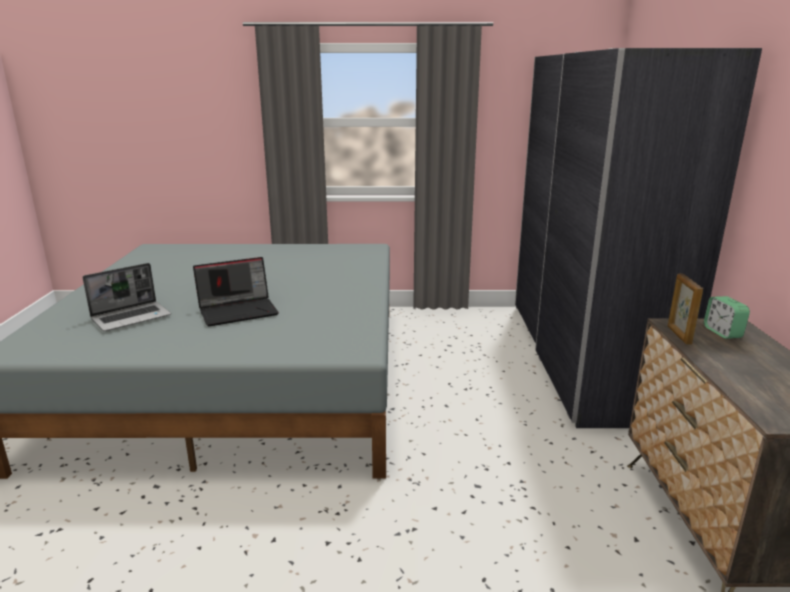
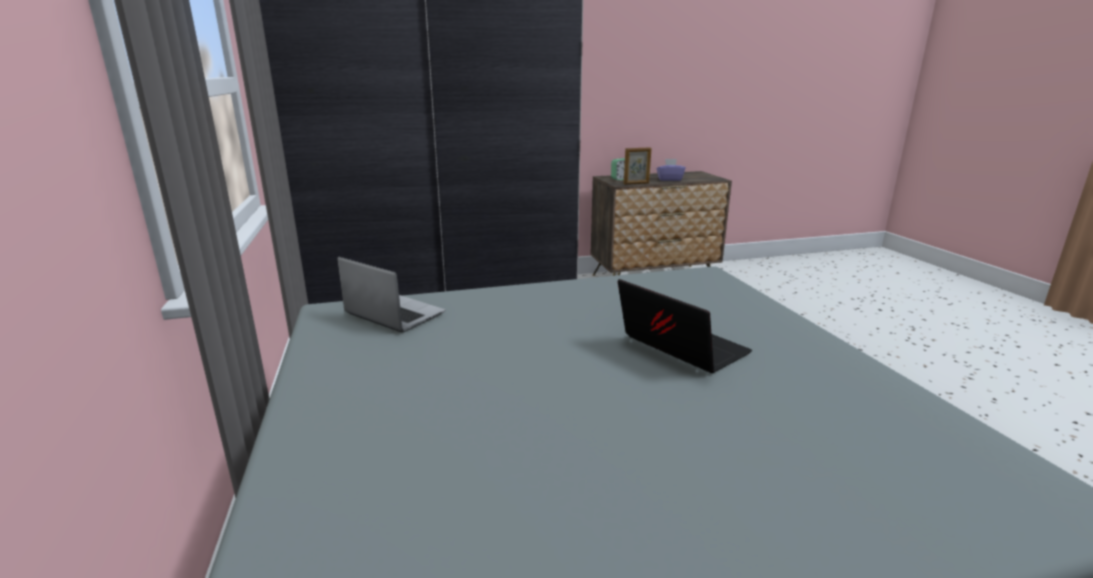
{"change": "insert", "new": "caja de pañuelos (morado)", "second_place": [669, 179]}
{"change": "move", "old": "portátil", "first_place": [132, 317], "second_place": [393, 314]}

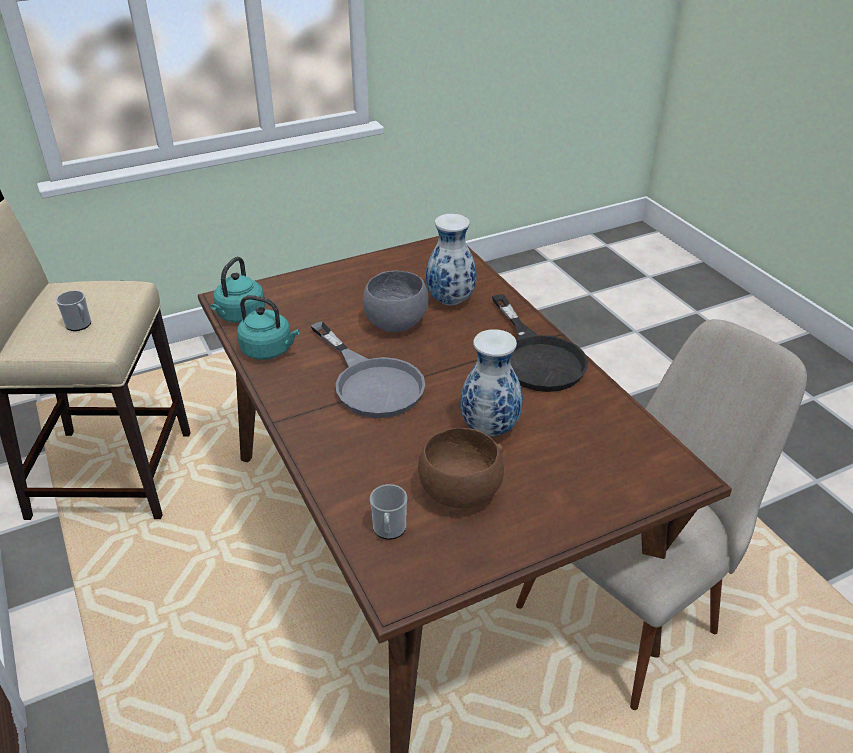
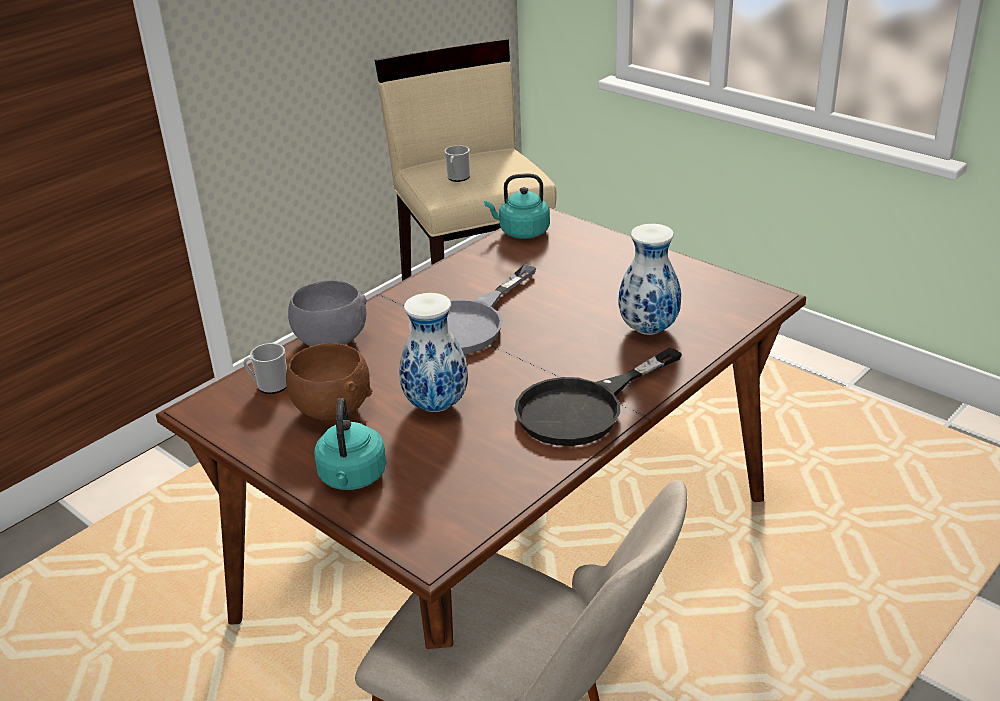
{"change": "move", "old": "hervidor (turquesa)", "first_place": [269, 350], "second_place": [352, 478]}
{"change": "move", "old": "cuenco (gris)", "first_place": [395, 324], "second_place": [329, 341]}

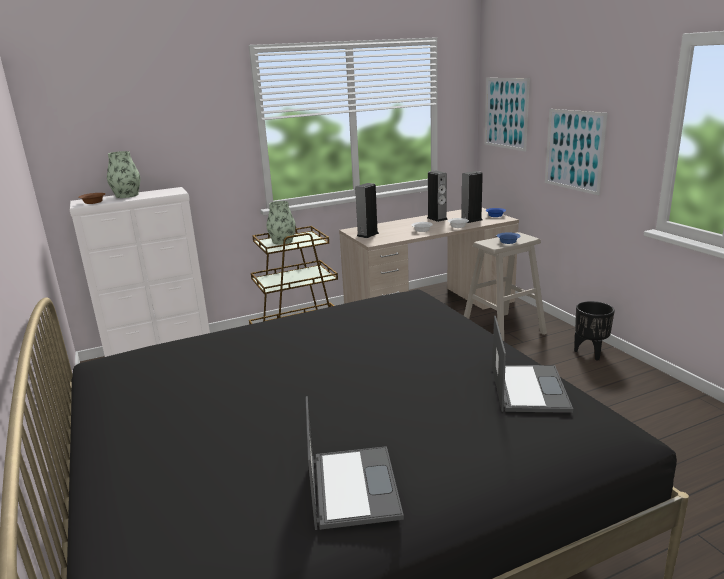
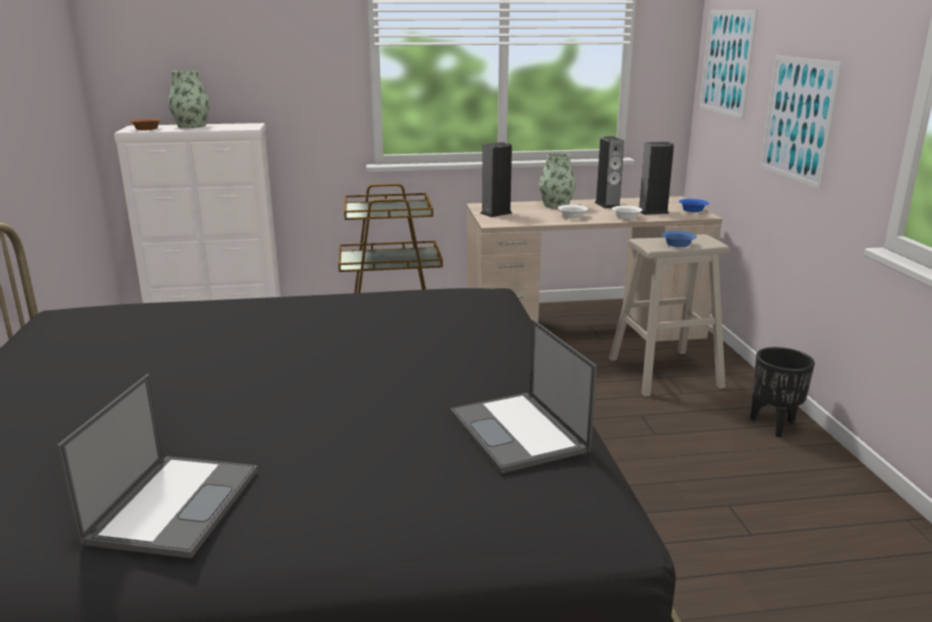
{"change": "move", "old": "florero", "first_place": [282, 241], "second_place": [556, 205]}
{"change": "rotate", "old": "portátil", "first_place": [528, 388], "second_place": [519, 432], "degrees": 135}

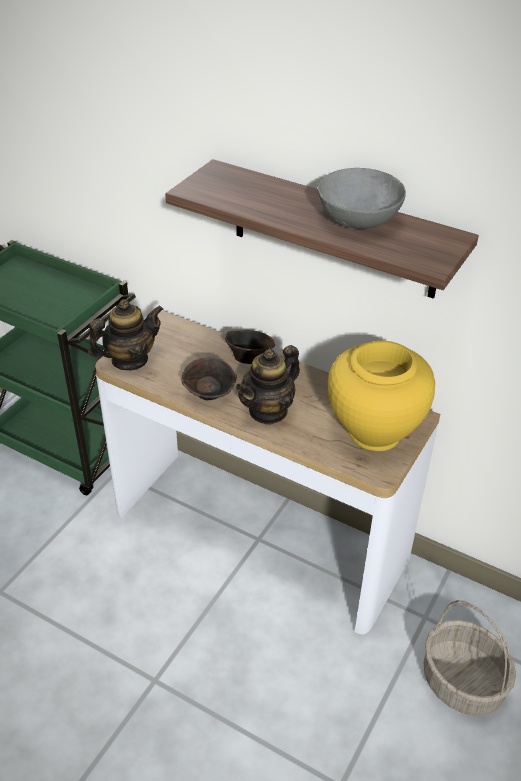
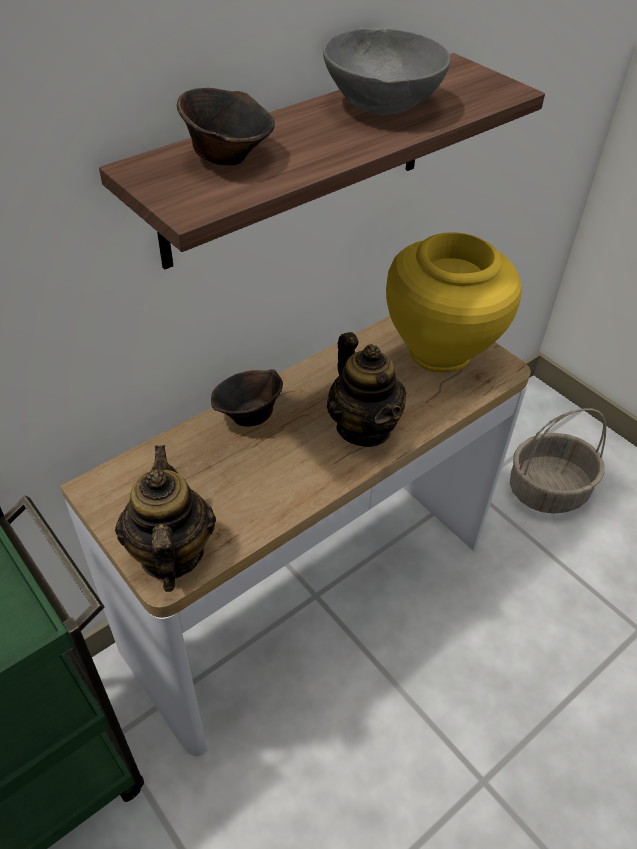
{"change": "move", "old": "cuenco (marrón)", "first_place": [210, 394], "second_place": [228, 157]}

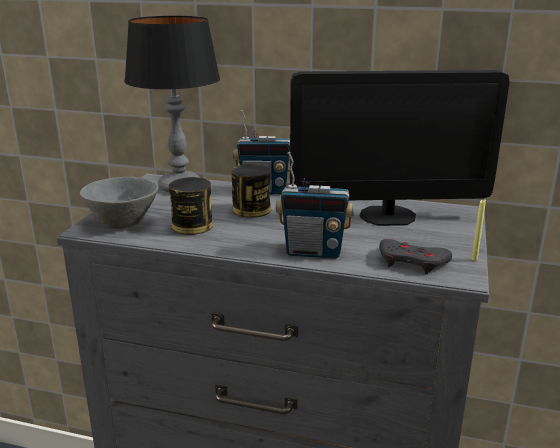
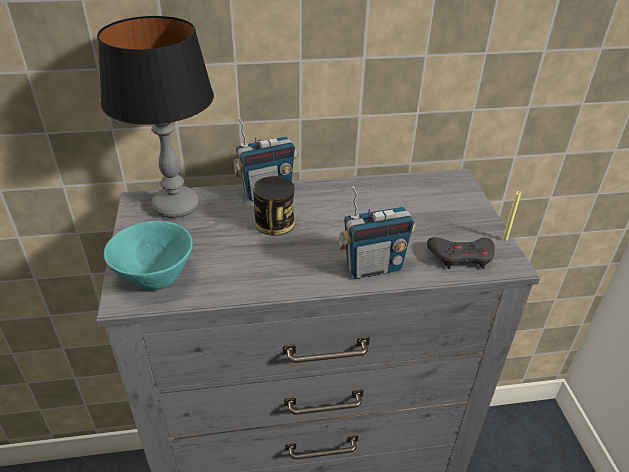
{"change": "delete", "old": "lata", "first_place": [192, 226]}
{"change": "delete", "old": "monitor", "first_place": [387, 216]}
{"change": "recolor", "old": "cuenco (gris)", "new": "cuenco (turquesa)", "first_place": [125, 221], "second_place": [157, 275]}

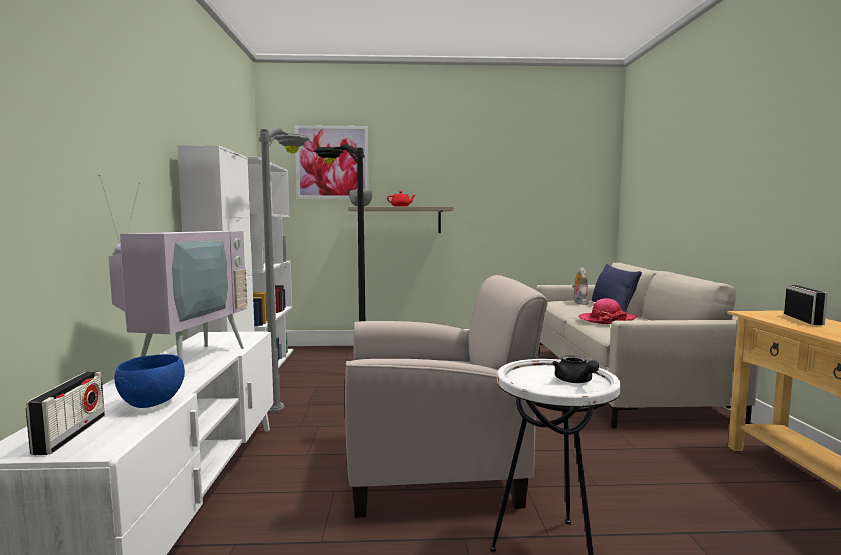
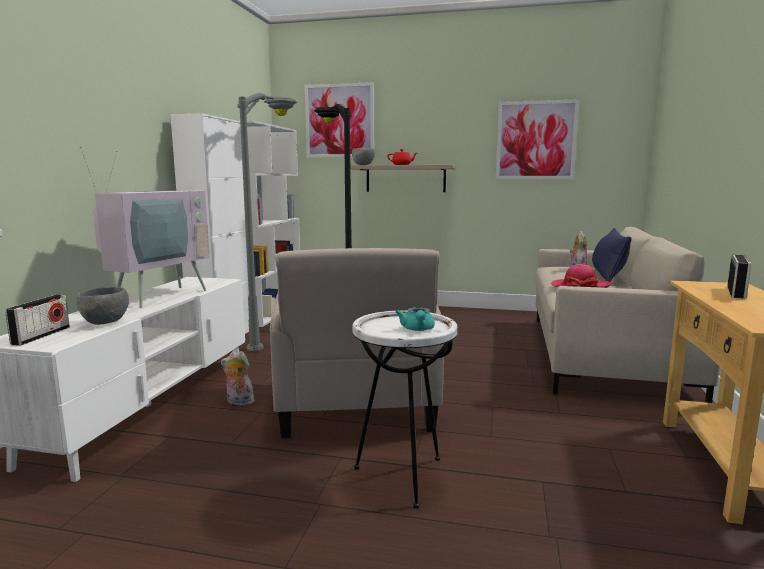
{"change": "insert", "new": "peluche", "second_place": [238, 402]}
{"change": "insert", "new": "cuadro", "second_place": [536, 140]}
{"change": "recolor", "old": "cuenco (azul)", "new": "cuenco (gris)", "first_place": [153, 403], "second_place": [106, 322]}
{"change": "recolor", "old": "tetera (negro)", "new": "tetera (turquesa)", "first_place": [575, 381], "second_place": [417, 329]}
{"change": "rotate", "old": "sillón (beis)", "first_place": [434, 467], "second_place": [356, 405], "degrees": 75}

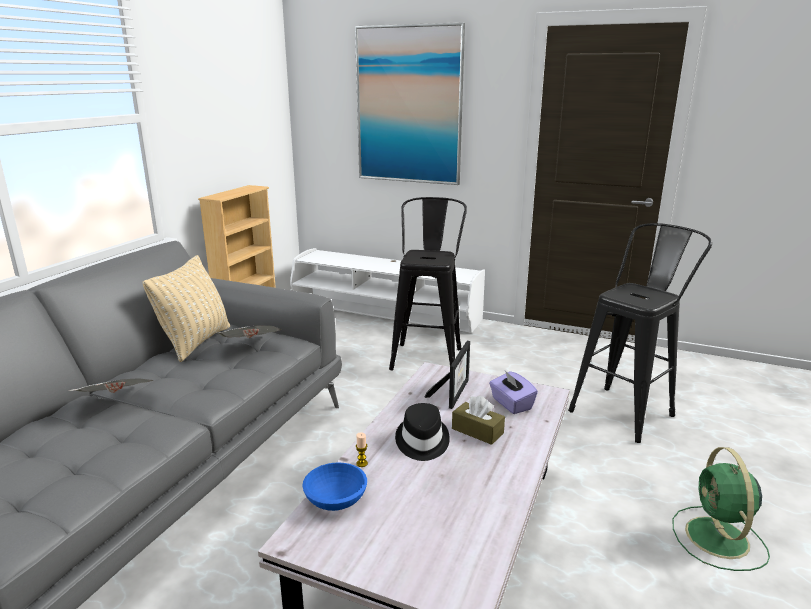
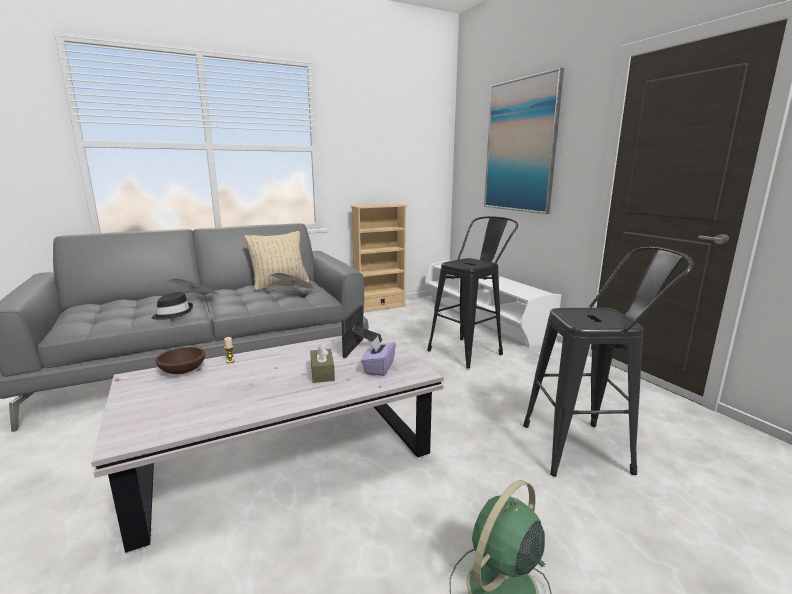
{"change": "move", "old": "sombrero (negro)", "first_place": [421, 441], "second_place": [173, 313]}
{"change": "recolor", "old": "cuenco (azul)", "new": "cuenco (marrón)", "first_place": [337, 500], "second_place": [183, 371]}
{"change": "rotate", "old": "portarretratos", "first_place": [453, 392], "second_place": [358, 349], "degrees": 135}

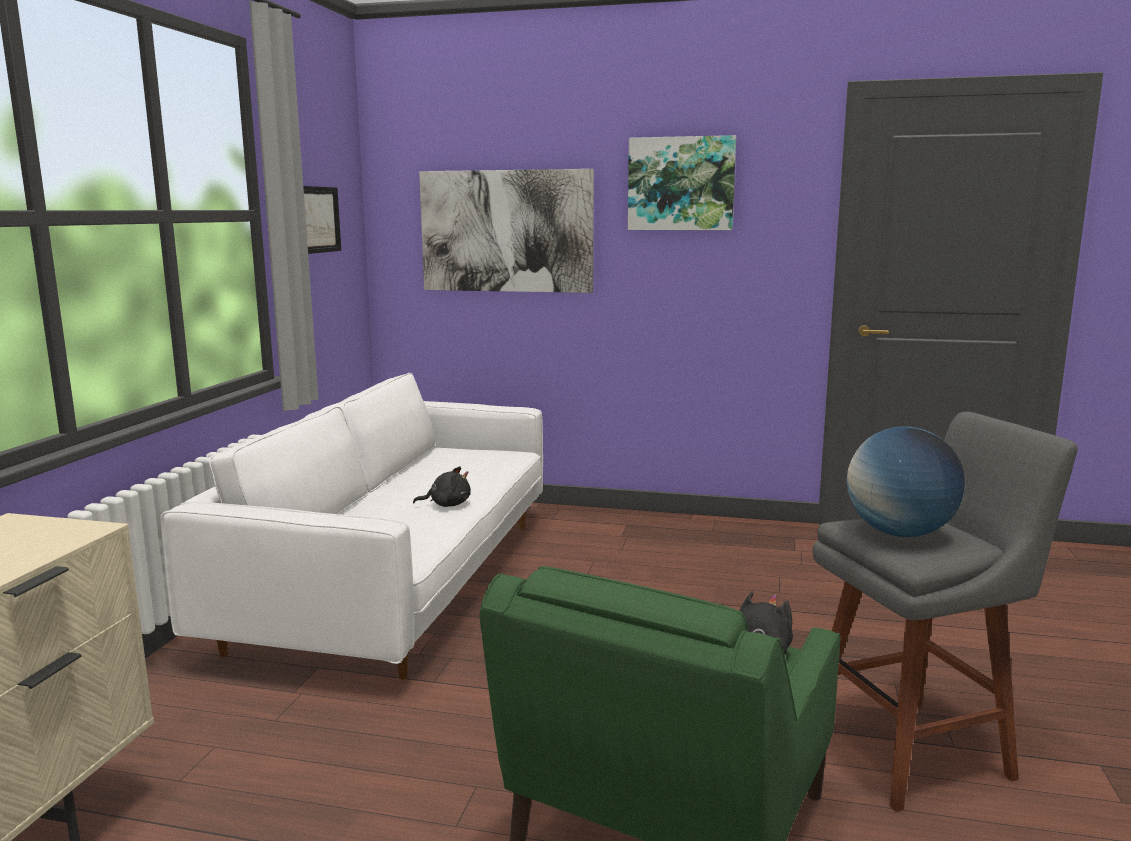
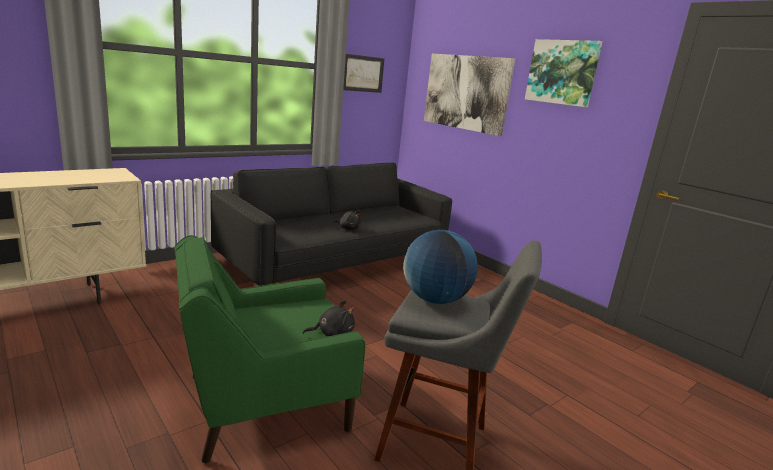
{"change": "recolor", "old": "sofá (blanco)", "new": "sofá (negro)", "first_place": [399, 581], "second_place": [335, 262]}

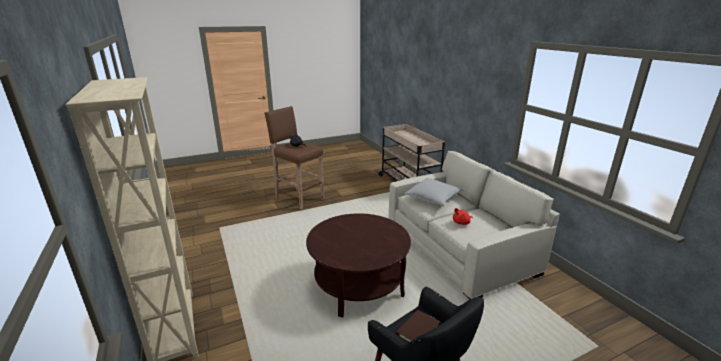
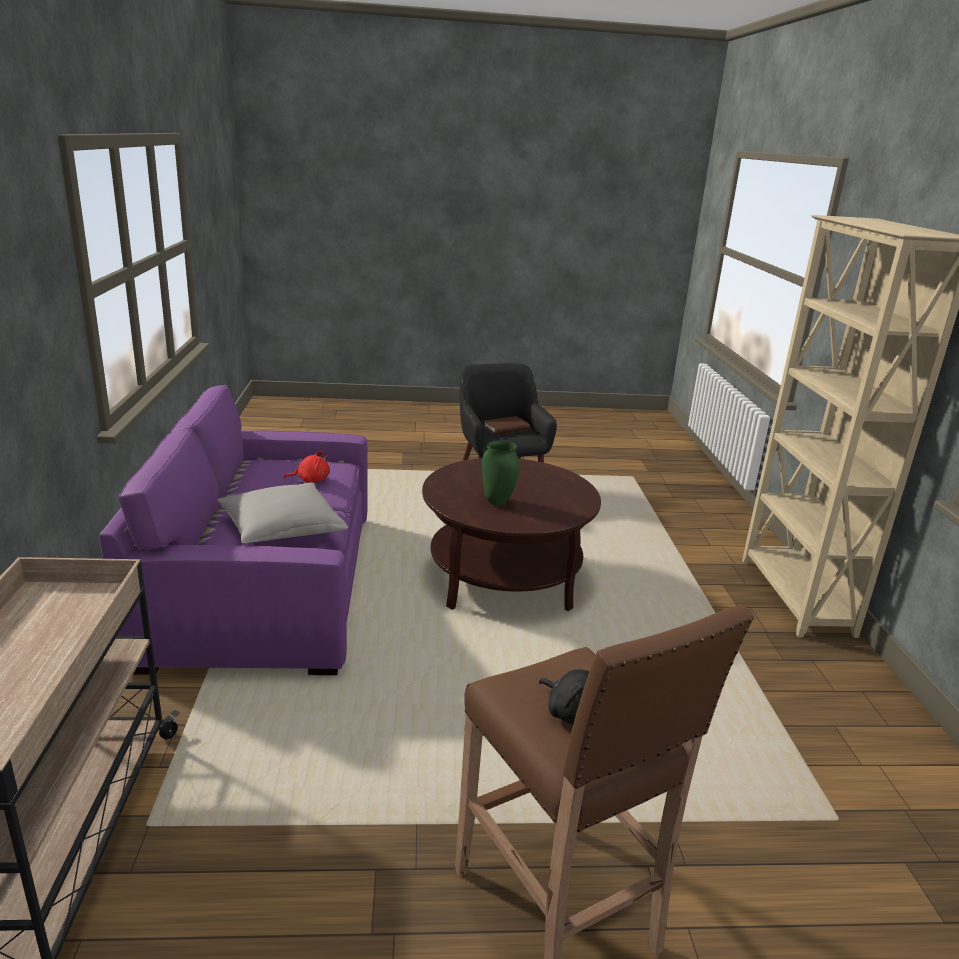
{"change": "insert", "new": "florero (verde)", "second_place": [498, 502]}
{"change": "recolor", "old": "sofá (beis)", "new": "sofá (morado)", "first_place": [460, 247], "second_place": [262, 584]}

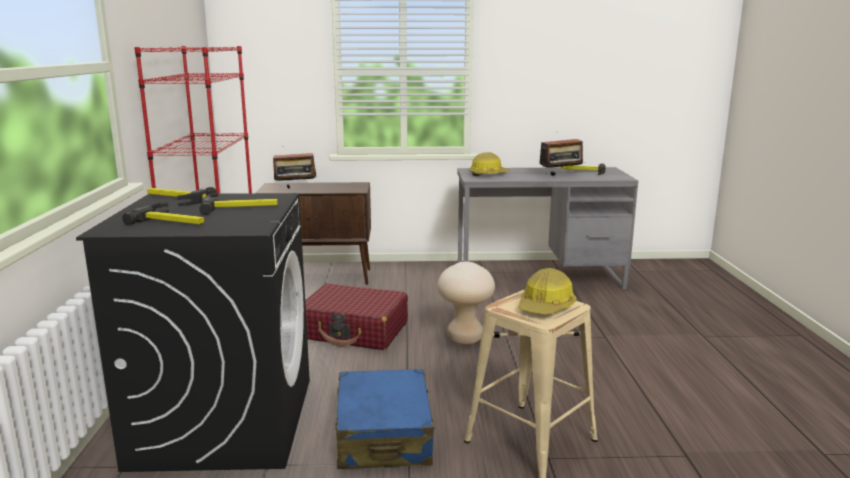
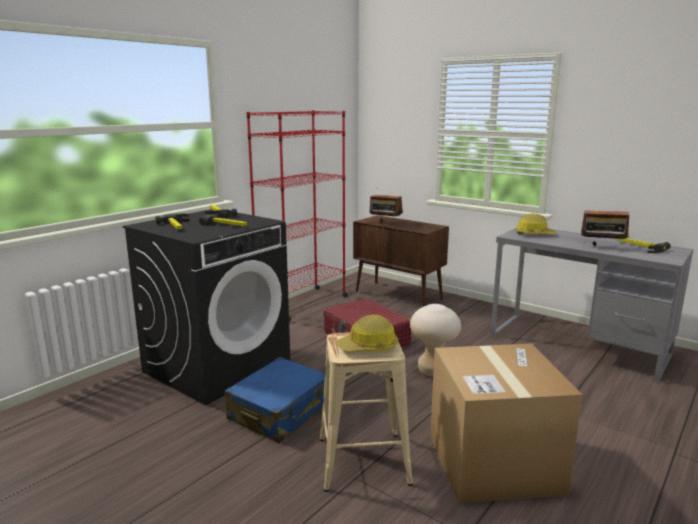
{"change": "insert", "new": "caja de cartón", "second_place": [493, 463]}

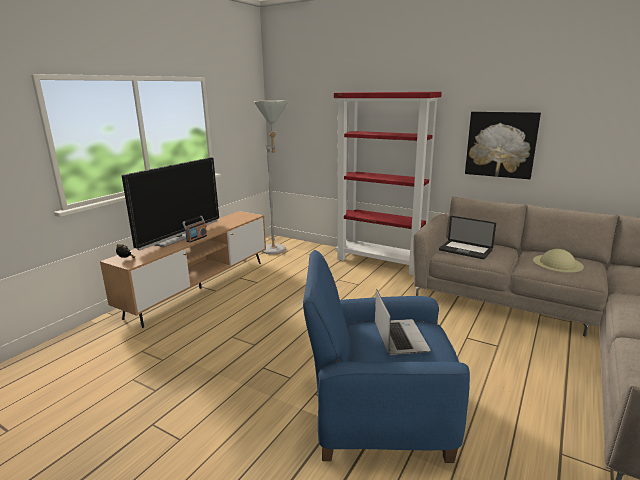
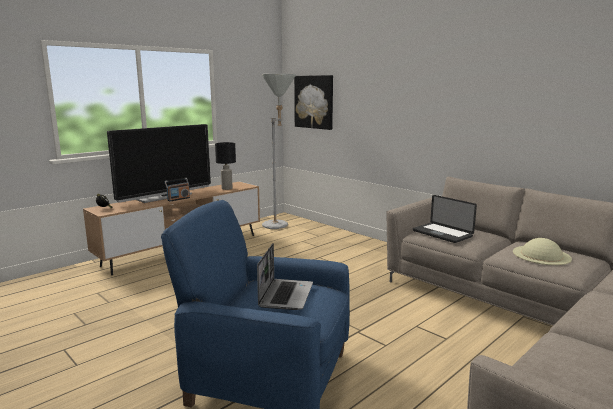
{"change": "delete", "old": "estantería (rojo)", "first_place": [381, 262]}
{"change": "insert", "new": "lámpara de mesa (negro)", "second_place": [226, 188]}
{"change": "move", "old": "cuadro", "first_place": [501, 144], "second_place": [314, 102]}

